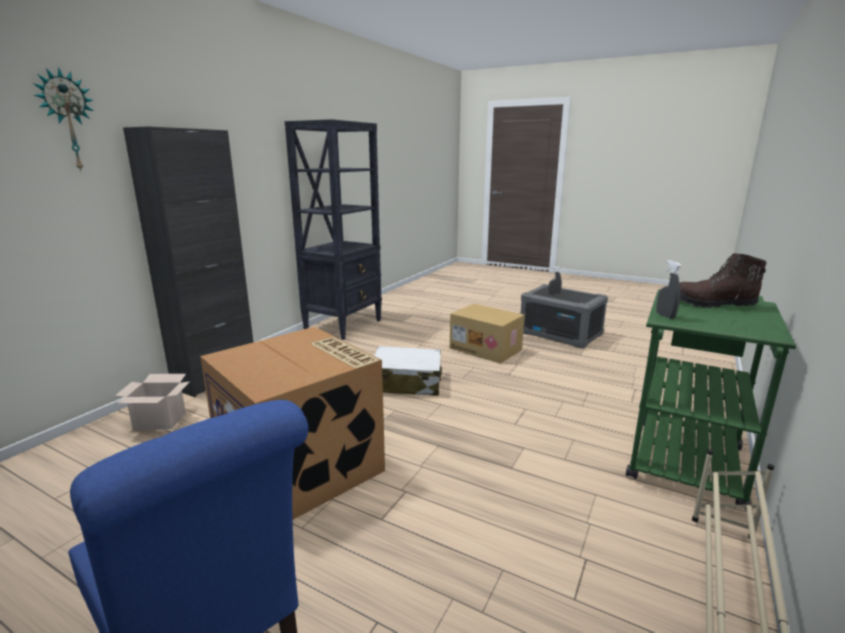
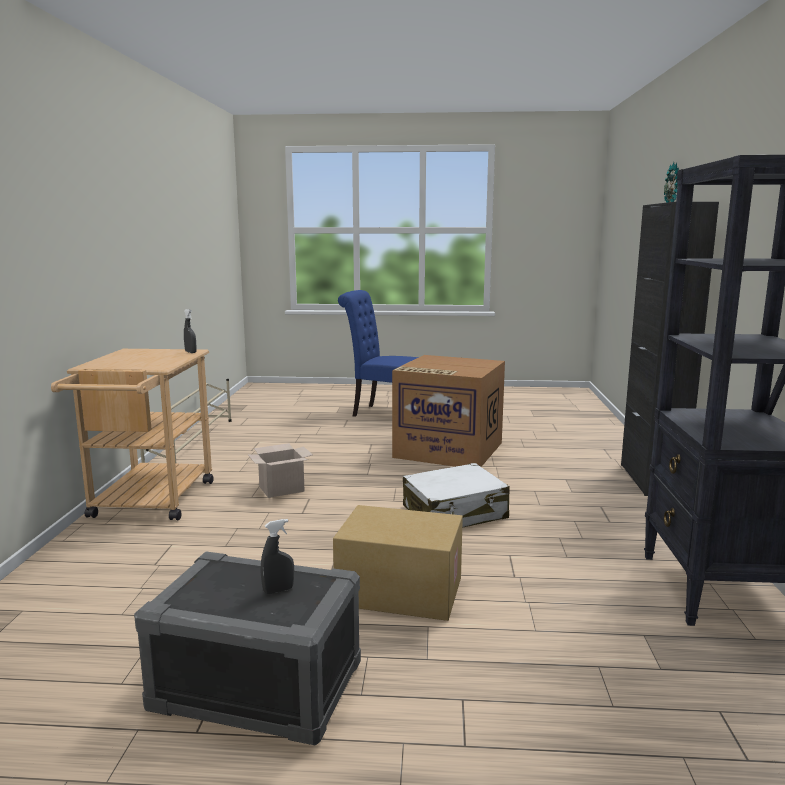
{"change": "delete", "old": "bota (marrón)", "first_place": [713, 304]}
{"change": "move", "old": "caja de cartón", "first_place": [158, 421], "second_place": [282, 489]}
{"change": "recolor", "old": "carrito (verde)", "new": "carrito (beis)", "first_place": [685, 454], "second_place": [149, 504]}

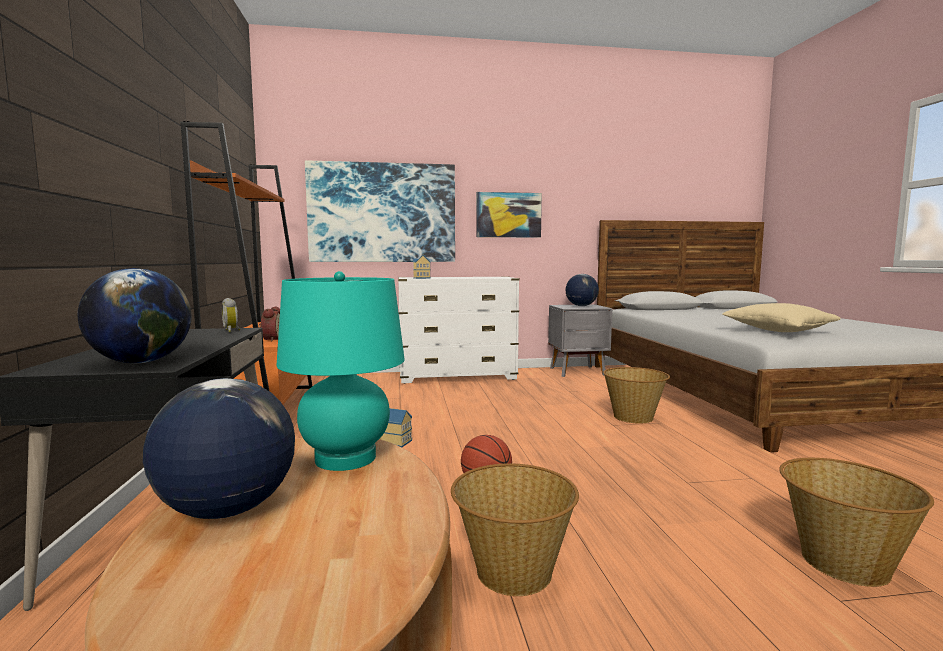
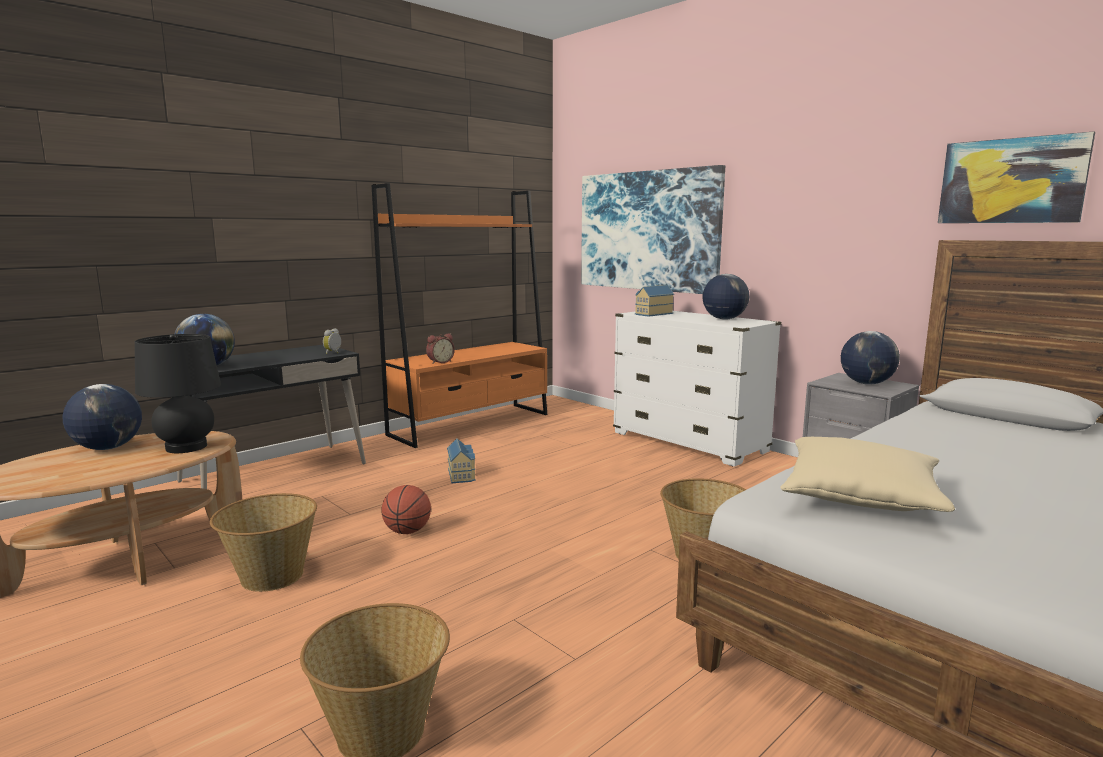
{"change": "insert", "new": "globo terráqueo", "second_place": [724, 319]}
{"change": "move", "old": "cuadro", "first_place": [508, 215], "second_place": [1011, 181]}
{"change": "recolor", "old": "lámpara de mesa (turquesa)", "new": "lámpara de mesa (negro)", "first_place": [345, 458], "second_place": [186, 447]}

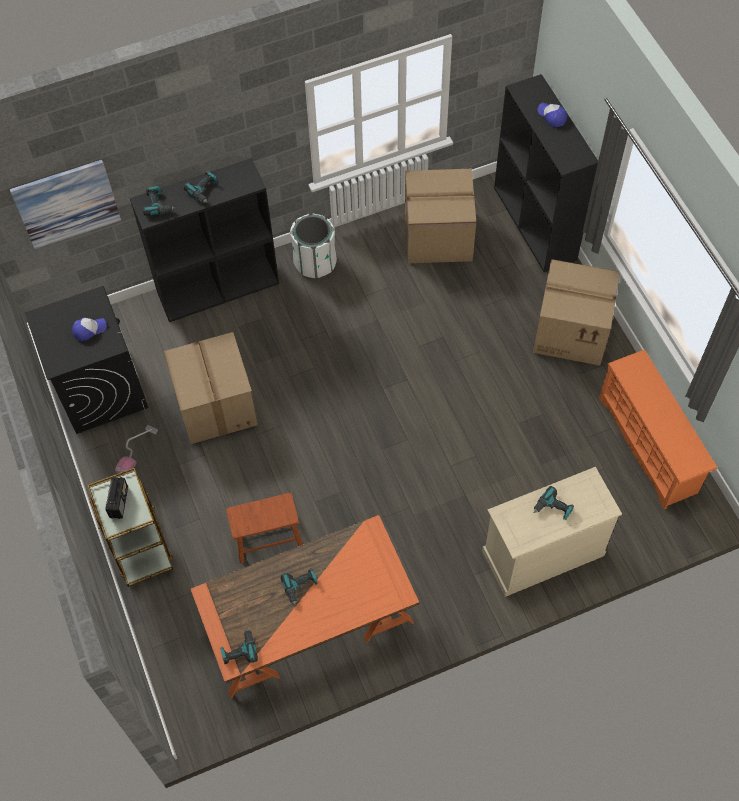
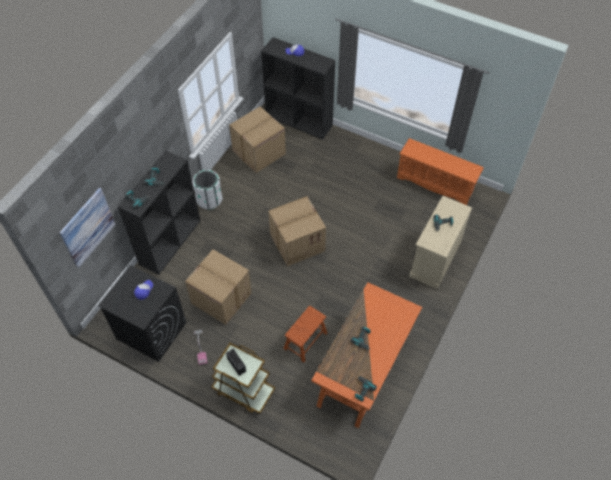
{"change": "move", "old": "caja de cartón", "first_place": [572, 330], "second_place": [297, 242]}

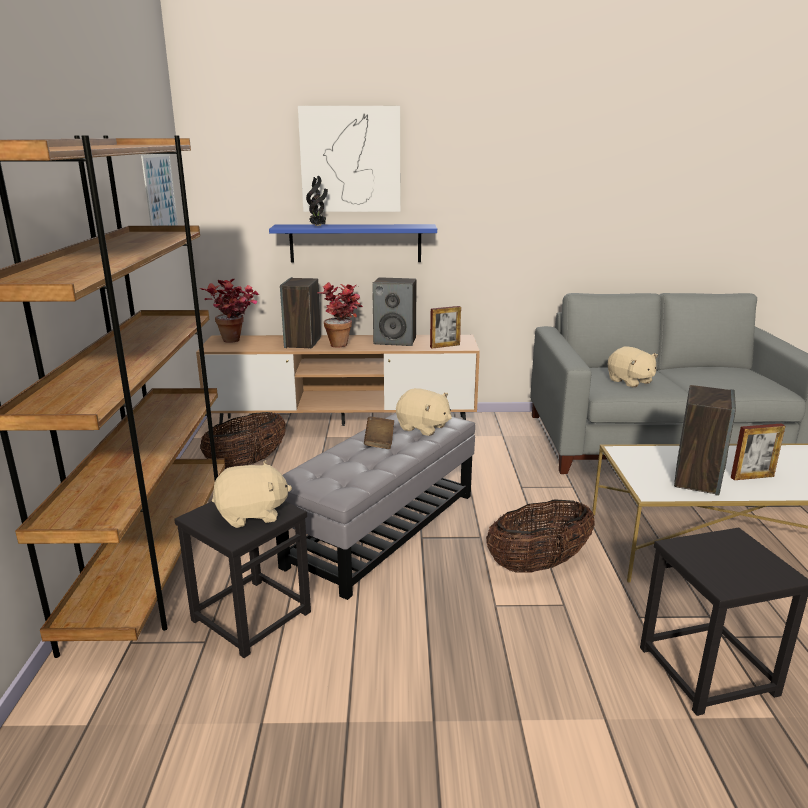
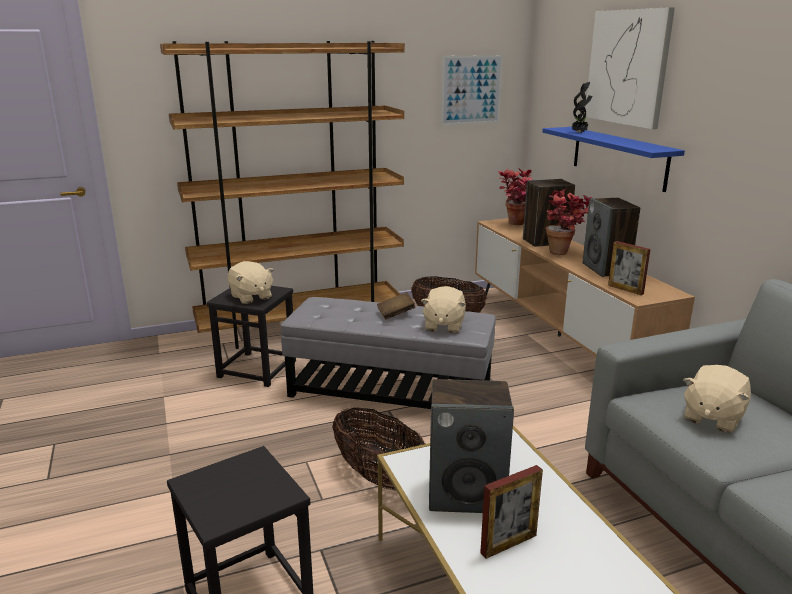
{"change": "rotate", "old": "portarretratos", "first_place": [752, 477], "second_place": [508, 544], "degrees": -90}

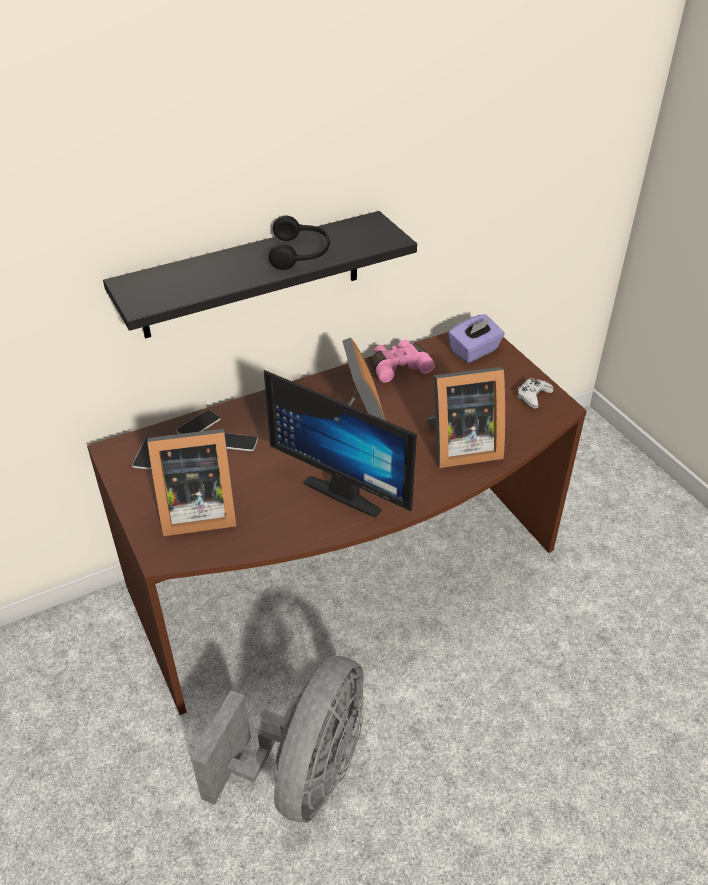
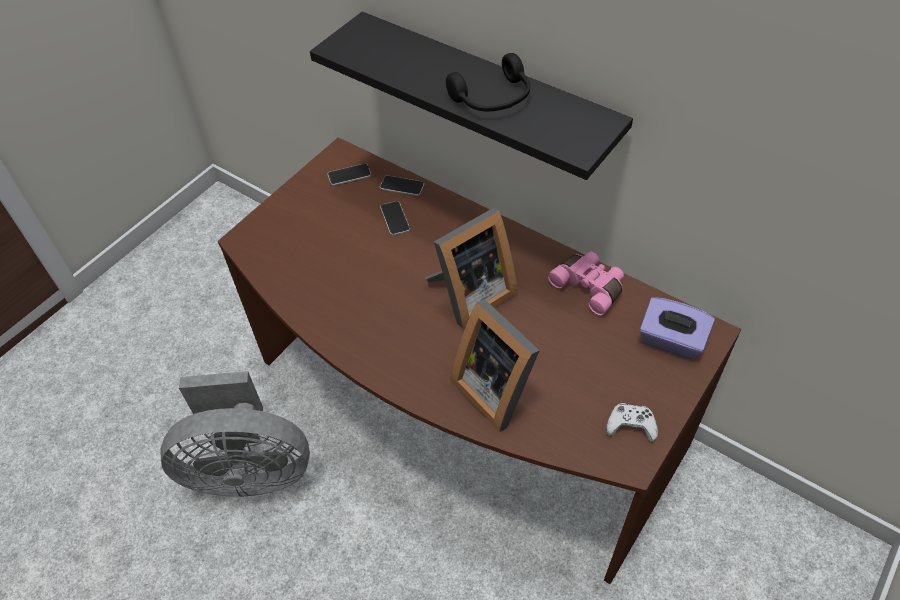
{"change": "delete", "old": "portarretratos", "first_place": [195, 511]}
{"change": "delete", "old": "monitor", "first_place": [347, 490]}

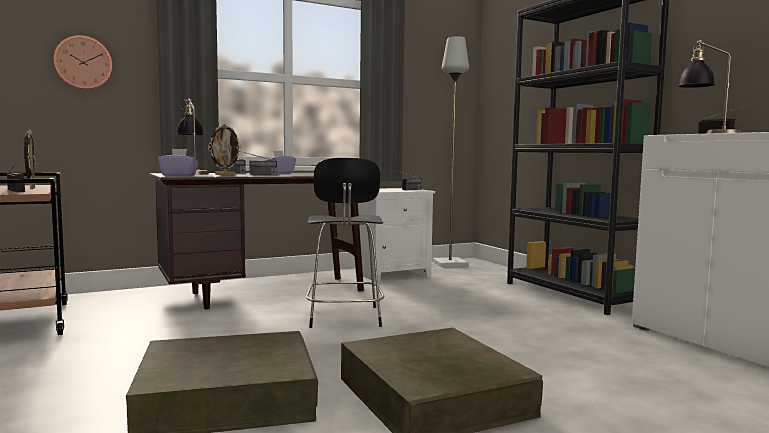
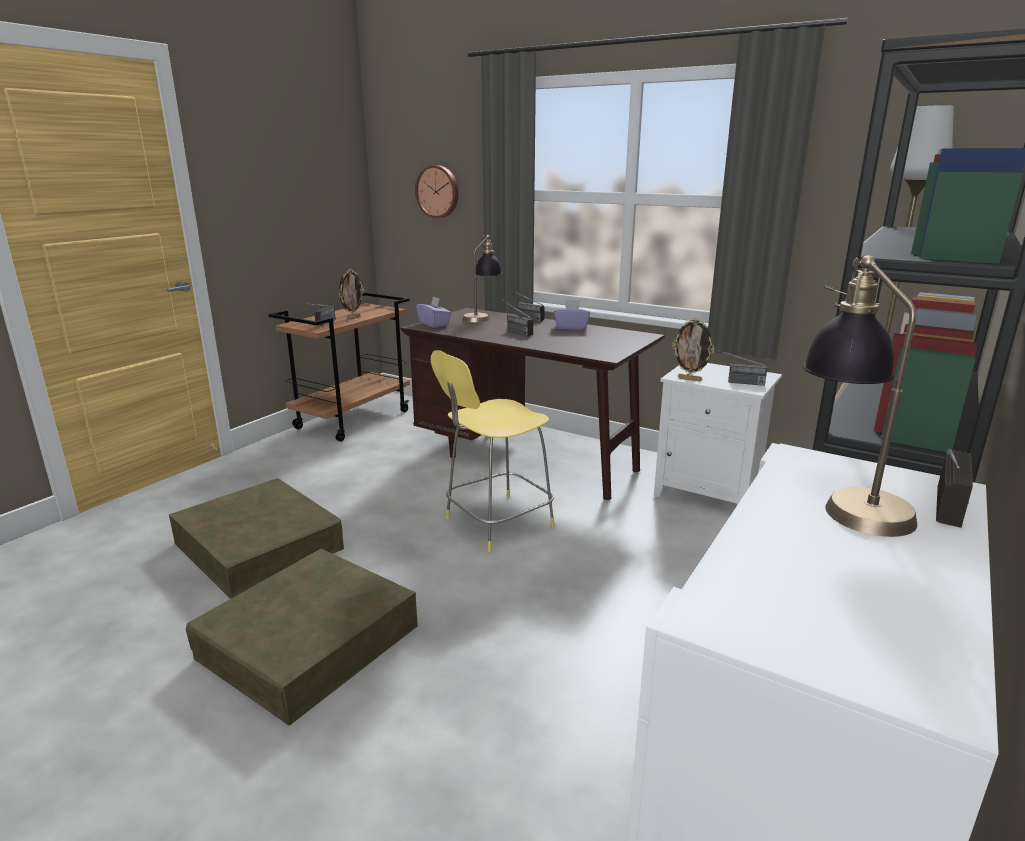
{"change": "move", "old": "portarretratos", "first_place": [225, 174], "second_place": [690, 379]}
{"change": "recolor", "old": "taburete (negro)", "new": "taburete (amarillo)", "first_place": [344, 318], "second_place": [495, 524]}

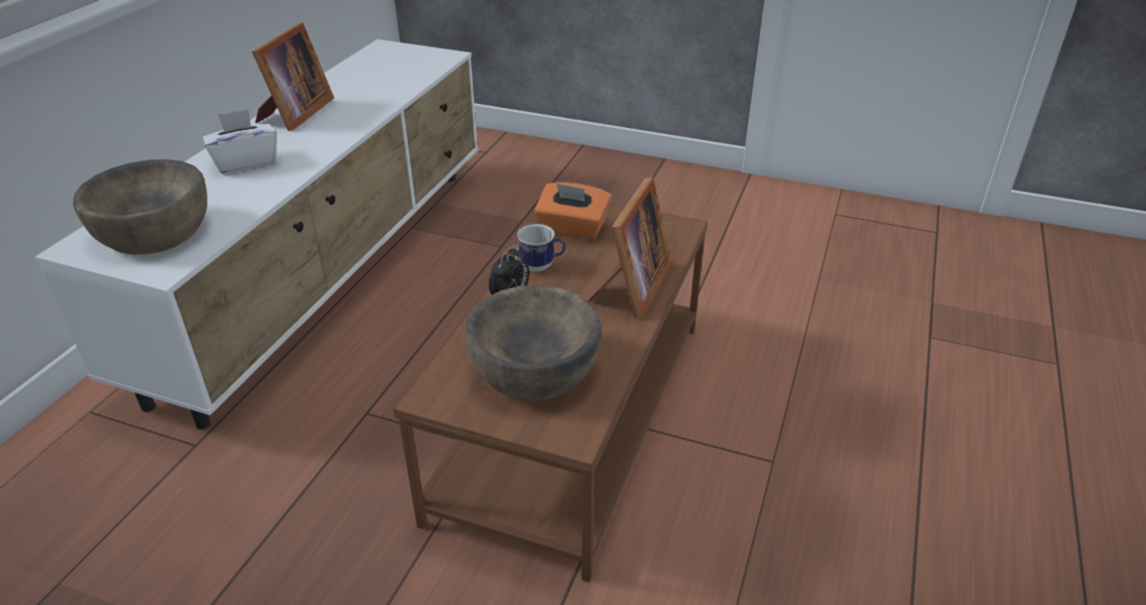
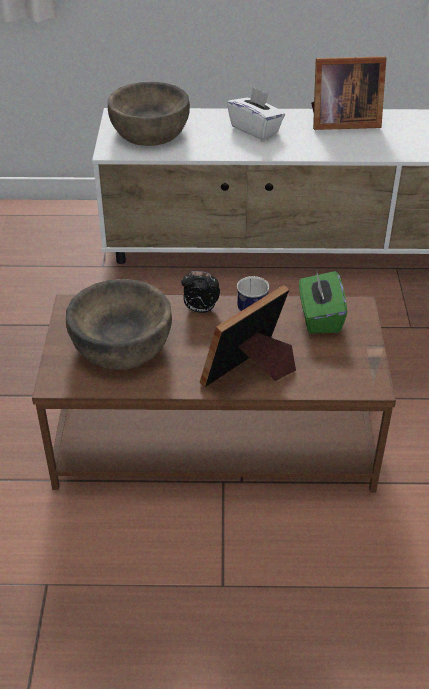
{"change": "recolor", "old": "caja de pañuelos (naranja)", "new": "caja de pañuelos (verde)", "first_place": [572, 229], "second_place": [319, 317]}
{"change": "rotate", "old": "portarretratos", "first_place": [631, 288], "second_place": [251, 372], "degrees": 135}

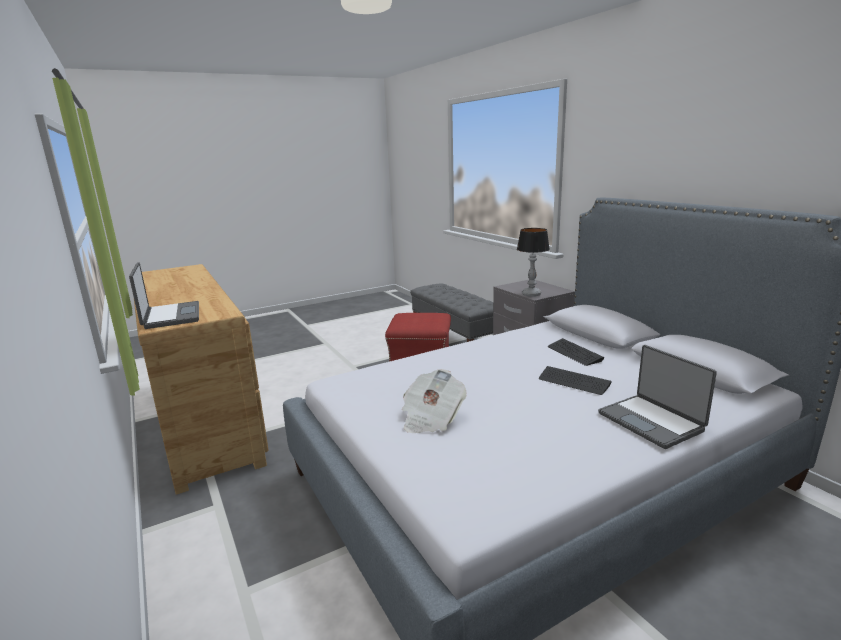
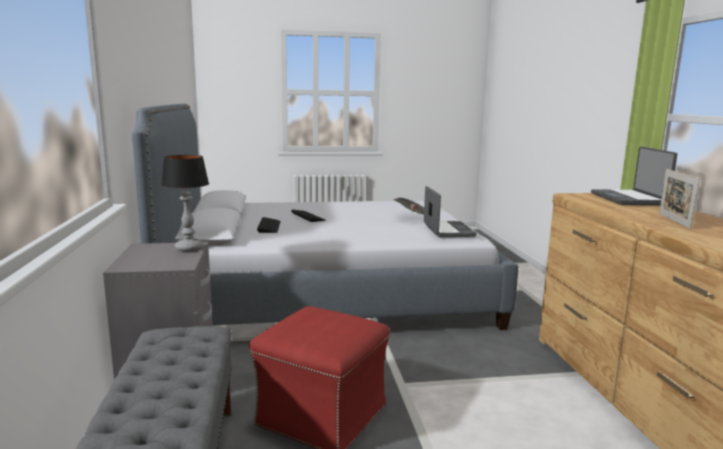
{"change": "insert", "new": "portarretratos", "second_place": [674, 221]}
{"change": "move", "old": "portátil", "first_place": [651, 421], "second_place": [447, 230]}

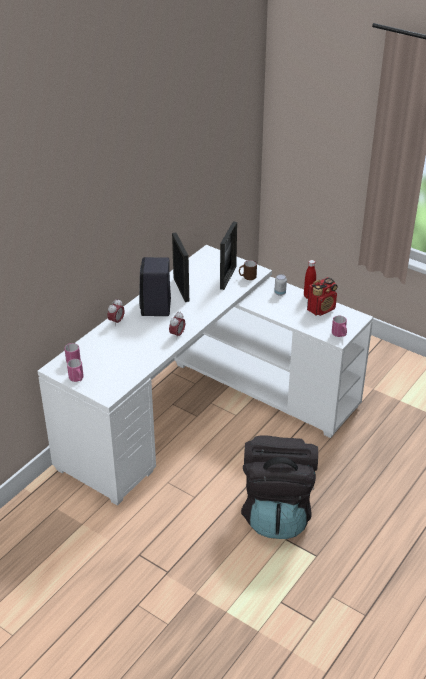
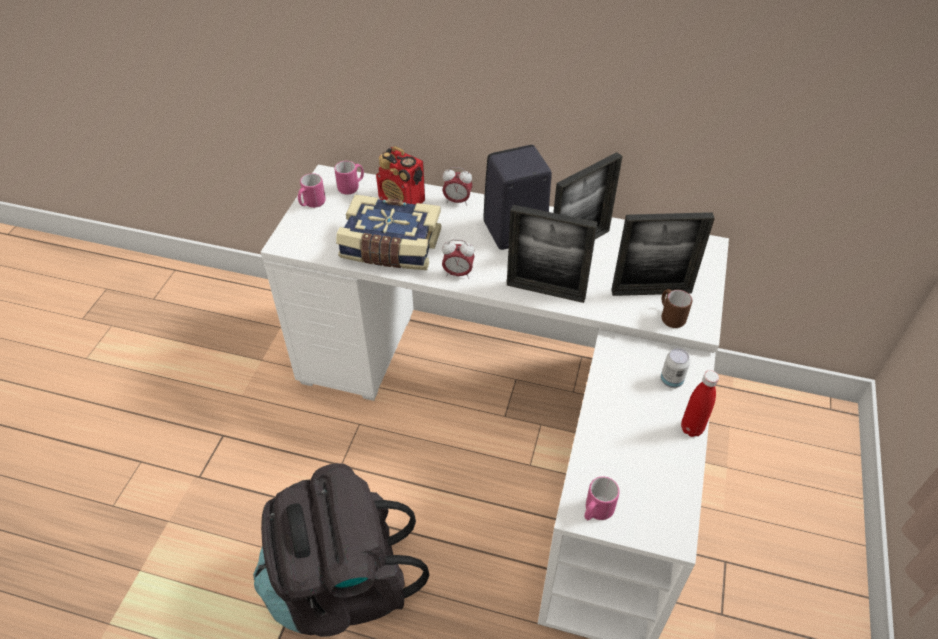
{"change": "insert", "new": "libro", "second_place": [390, 247]}
{"change": "insert", "new": "portarretratos", "second_place": [545, 291]}
{"change": "move", "old": "radio", "first_place": [321, 309], "second_place": [402, 200]}

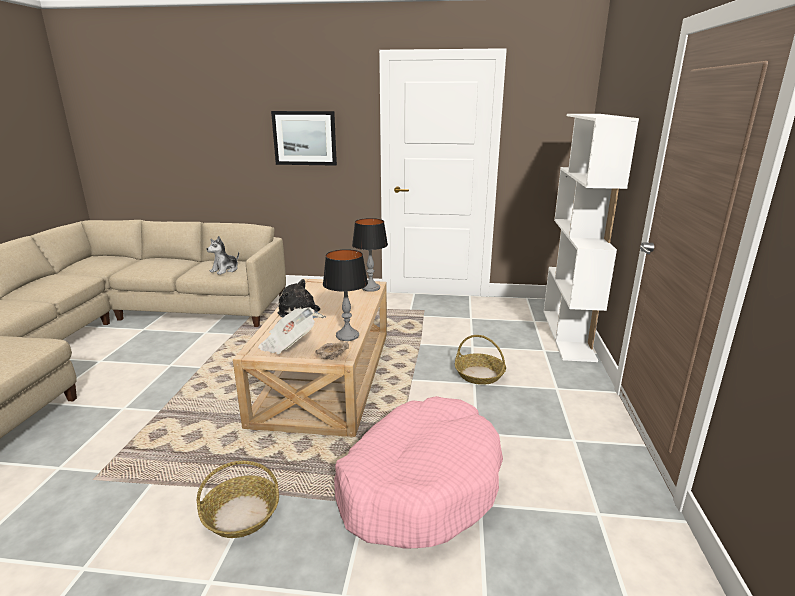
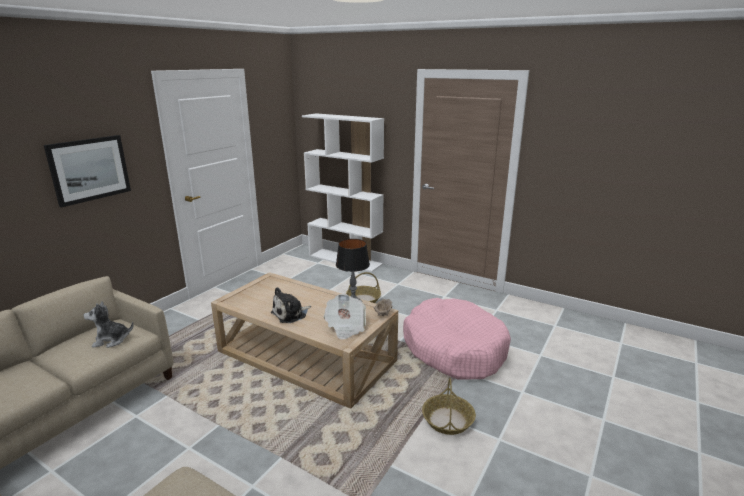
{"change": "delete", "old": "lámpara de mesa", "first_place": [370, 288]}
{"change": "rotate", "old": "peluche", "first_place": [225, 270], "second_place": [111, 340], "degrees": 105}

